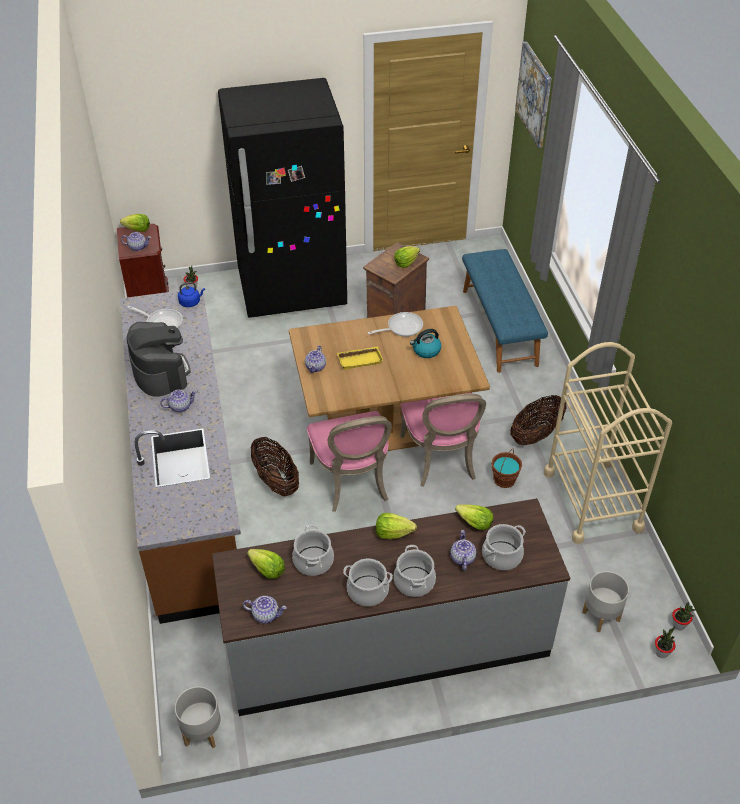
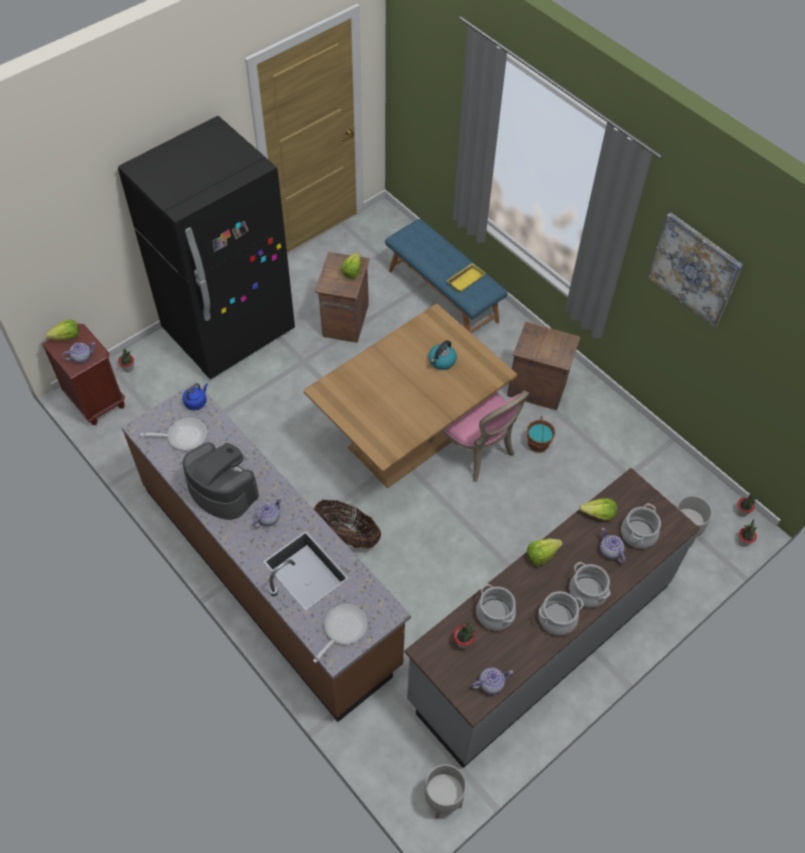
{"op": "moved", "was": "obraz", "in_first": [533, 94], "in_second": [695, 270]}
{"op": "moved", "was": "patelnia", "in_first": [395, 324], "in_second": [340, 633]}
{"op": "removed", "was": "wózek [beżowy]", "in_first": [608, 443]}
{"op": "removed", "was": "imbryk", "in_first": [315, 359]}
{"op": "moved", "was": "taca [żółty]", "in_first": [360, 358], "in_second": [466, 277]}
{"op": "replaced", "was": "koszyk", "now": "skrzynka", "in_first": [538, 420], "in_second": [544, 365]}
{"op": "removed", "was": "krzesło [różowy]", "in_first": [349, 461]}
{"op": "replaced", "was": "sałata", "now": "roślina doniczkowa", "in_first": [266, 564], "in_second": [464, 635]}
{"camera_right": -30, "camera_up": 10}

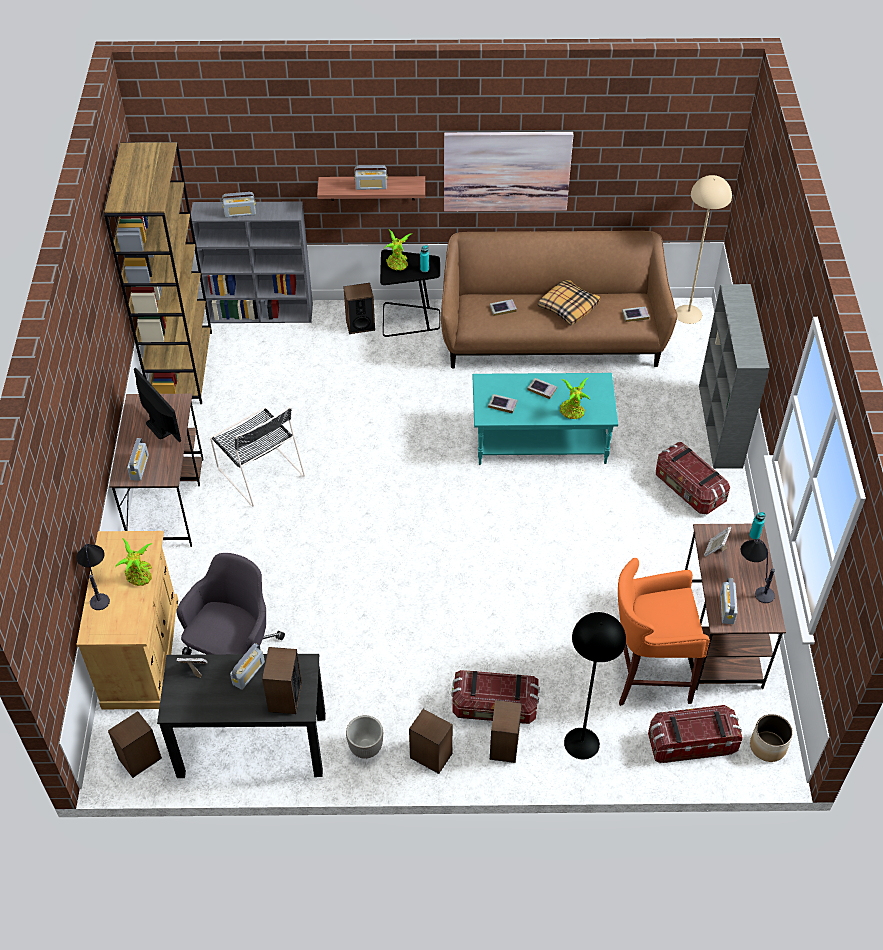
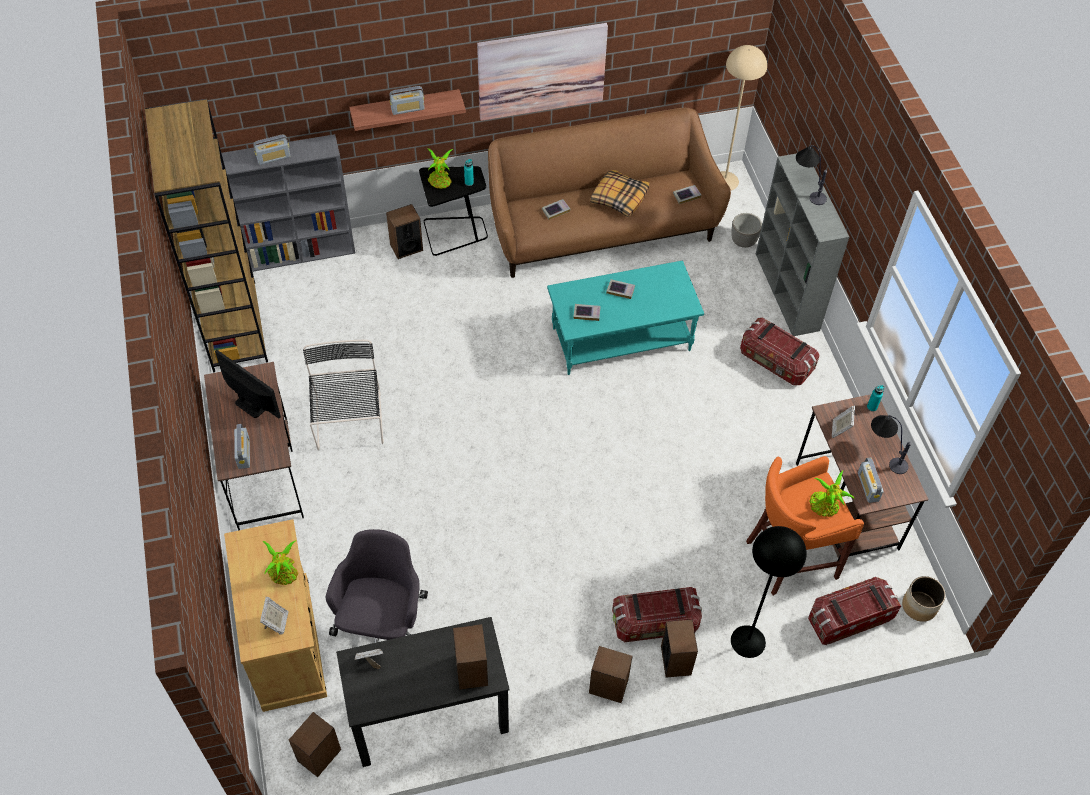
{"op": "moved", "was": "roślina doniczkowa", "in_first": [575, 398], "in_second": [832, 493]}
{"op": "turned", "was": "krzesło [czarny]", "in_first": [257, 456], "in_second": [343, 395], "clockwise": -135}
{"op": "moved", "was": "lampa stołowa", "in_first": [93, 576], "in_second": [811, 175]}
{"op": "removed", "was": "radio", "in_first": [247, 666]}
{"op": "moved", "was": "donica", "in_first": [364, 737], "in_second": [746, 230]}
{"op": "added", "now": "ramka na zdjęcie", "in_second": [274, 616]}
{"camera_right": -15, "camera_up": 5}

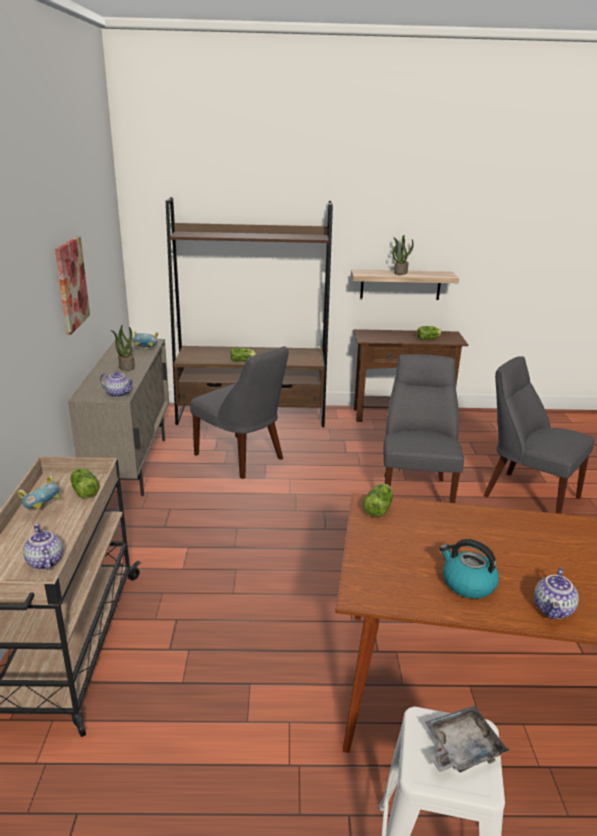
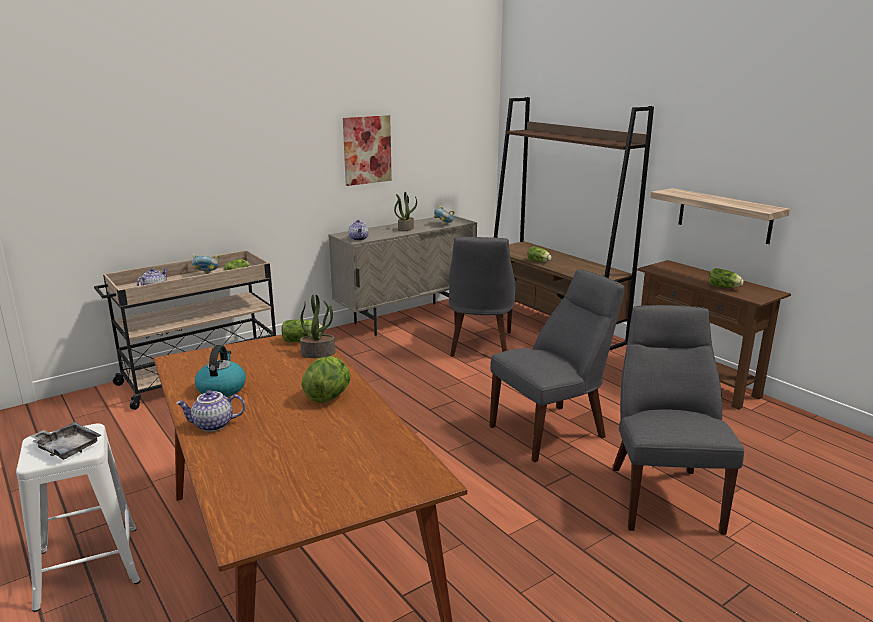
{"op": "moved", "was": "roślina doniczkowa", "in_first": [403, 255], "in_second": [317, 326]}
{"op": "added", "now": "sałata", "in_second": [326, 379]}
{"camera_right": 55, "camera_up": -5}

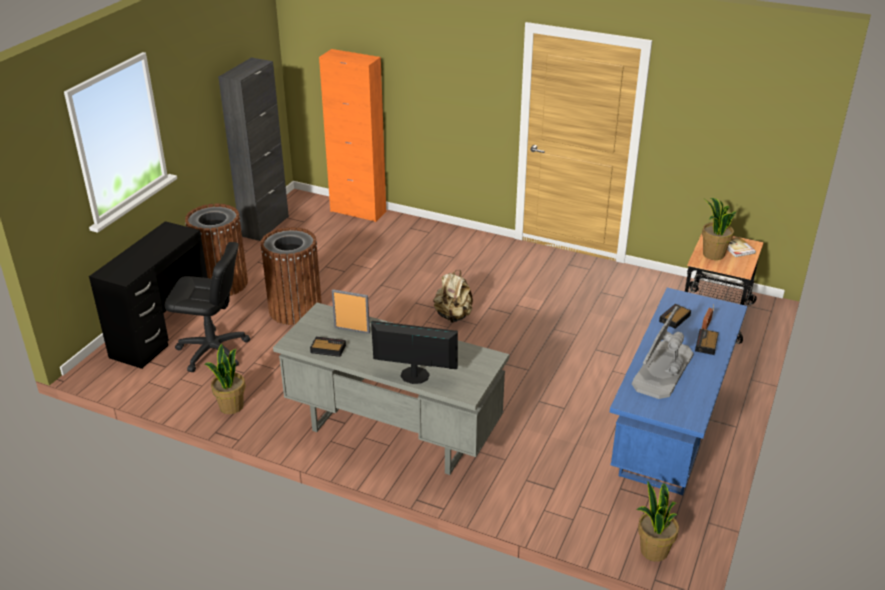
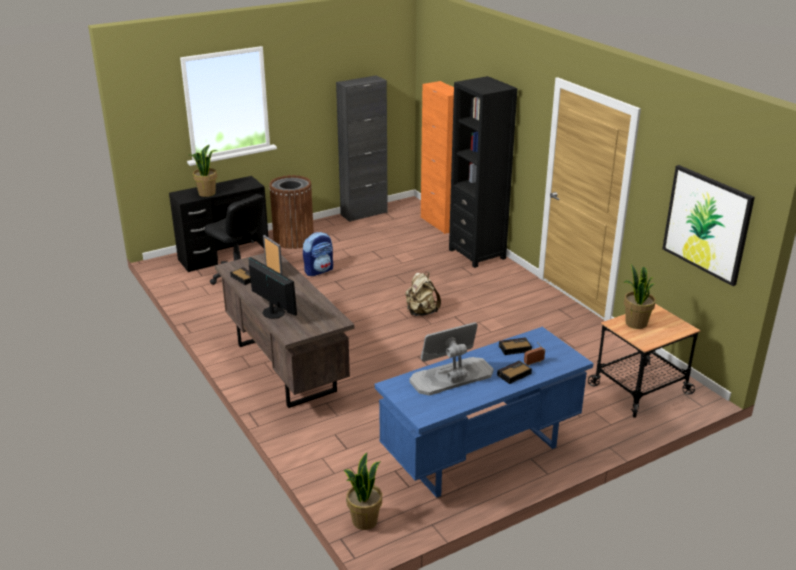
{"op": "replaced", "was": "kosz na śmieci [brązowy]", "now": "plecak", "in_first": [291, 276], "in_second": [318, 254]}
{"op": "removed", "was": "książka", "in_first": [741, 247]}
{"op": "recoloured", "was": "biurko [szary]", "now": "biurko [brązowy]", "in_first": [391, 389], "in_second": [284, 330]}
{"op": "moved", "was": "roślina doniczkowa", "in_first": [224, 379], "in_second": [203, 171]}
{"op": "added", "now": "regał [czarny]", "in_second": [483, 172]}
{"op": "added", "now": "obraz", "in_second": [708, 225]}
{"camera_right": 35, "camera_up": -5}

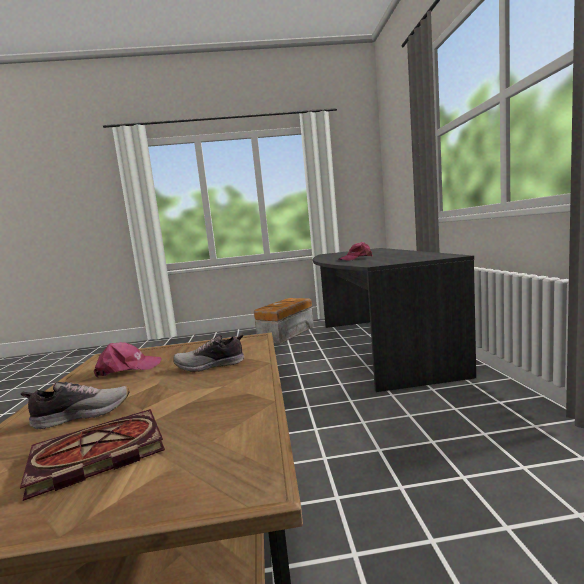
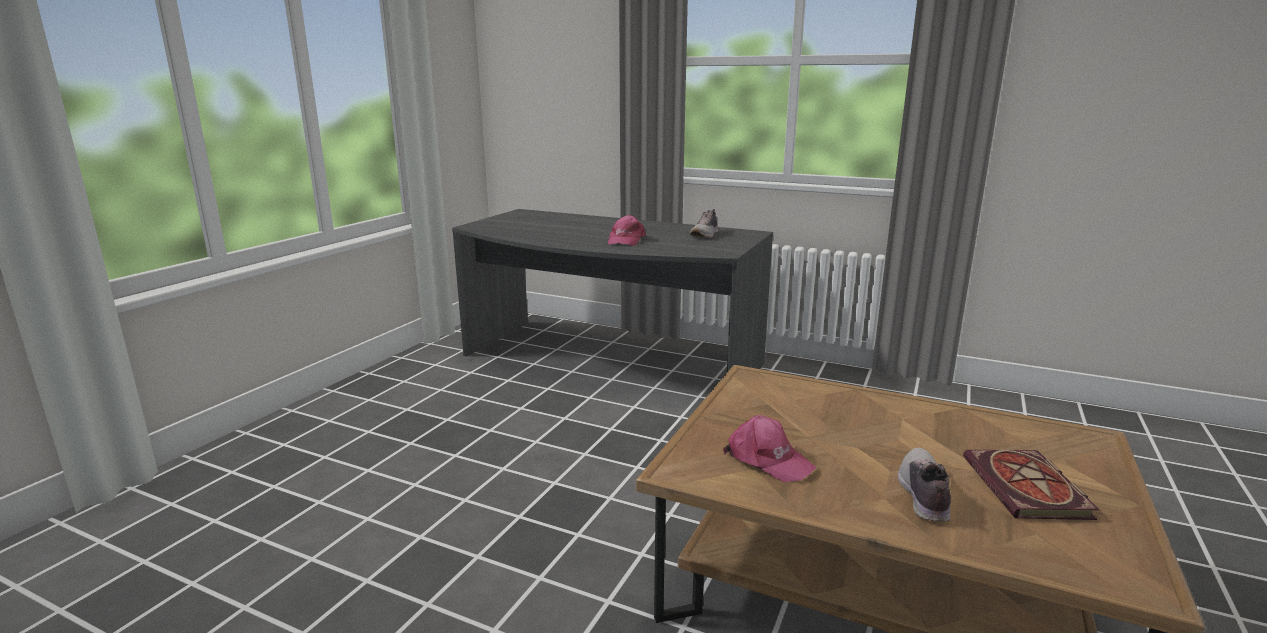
{"op": "removed", "was": "pojemnik do przechowywania", "in_first": [284, 321]}
{"op": "moved", "was": "but", "in_first": [208, 353], "in_second": [704, 223]}
{"op": "turned", "was": "czapka z daszkiem [różowy]", "in_first": [127, 360], "in_second": [770, 448], "clockwise": 120}
{"camera_right": -60, "camera_up": 10}

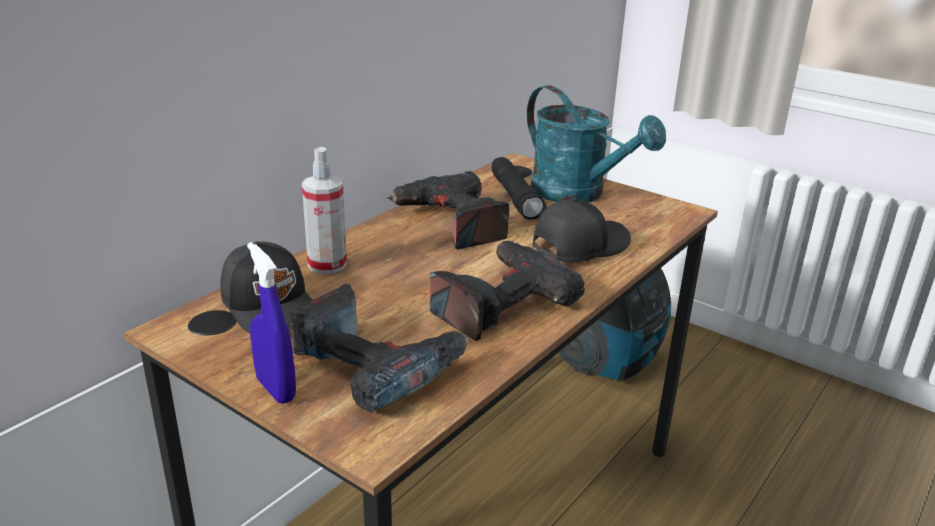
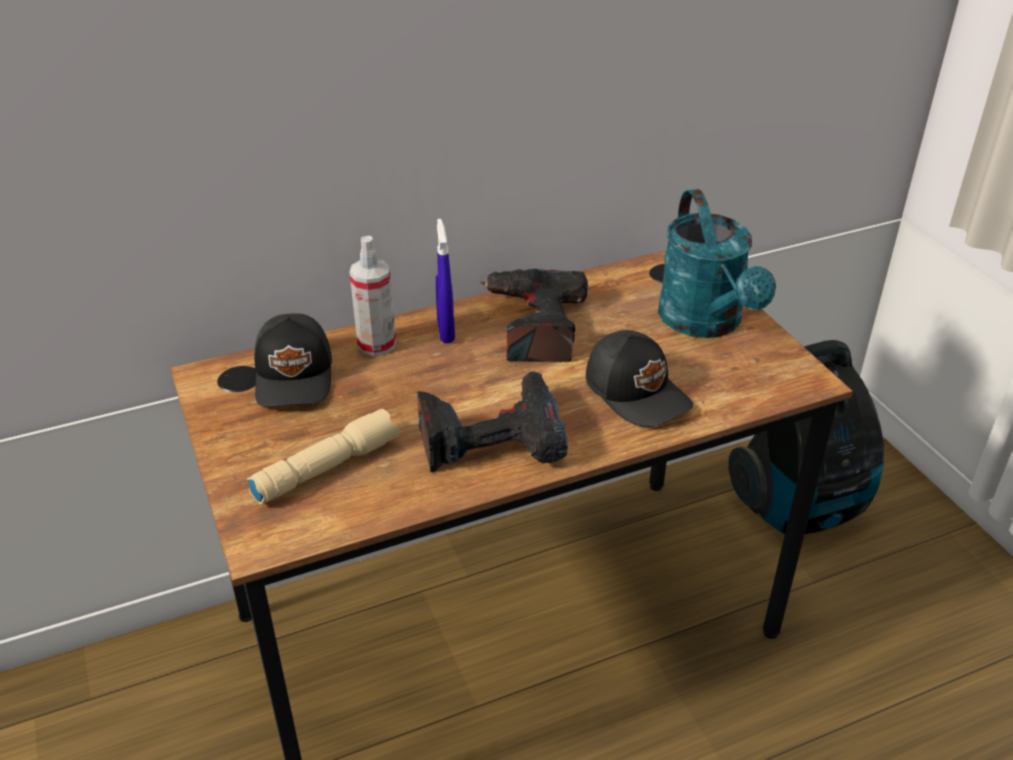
{"op": "removed", "was": "latarka [czarny]", "in_first": [519, 188]}
{"op": "turned", "was": "czapka z daszkiem [czarny]", "in_first": [582, 230], "in_second": [639, 378], "clockwise": 60}
{"op": "moved", "was": "spryskiwacz [niebieski]", "in_first": [271, 323], "in_second": [445, 281]}
{"op": "replaced", "was": "wiertarka", "now": "latarka [beżowy]", "in_first": [379, 348], "in_second": [323, 456]}
{"camera_right": 30, "camera_up": 10}

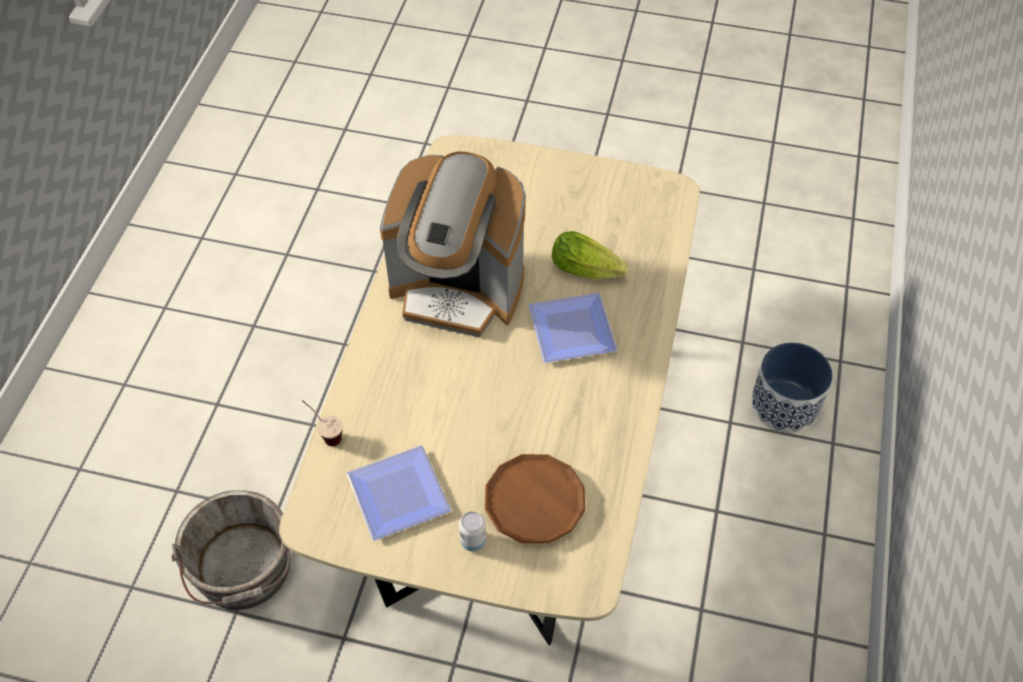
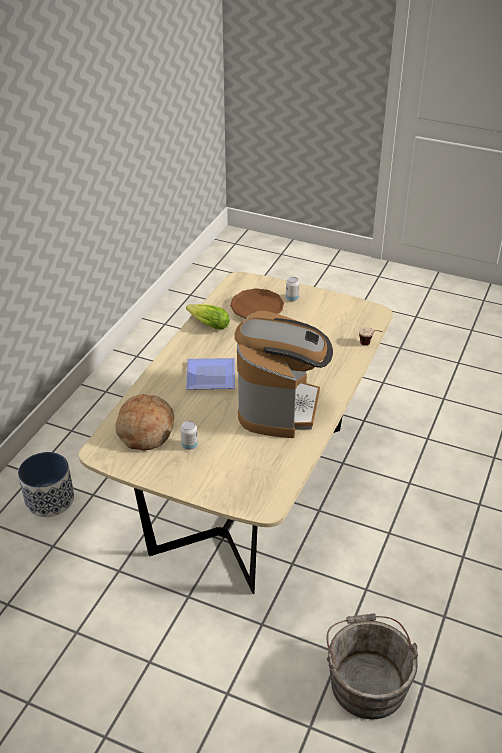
{"op": "turned", "was": "ekspres do kawy", "in_first": [453, 244], "in_second": [283, 374], "clockwise": 75}
{"op": "moved", "was": "sałata", "in_first": [589, 255], "in_second": [208, 316]}
{"op": "removed", "was": "talerz", "in_first": [399, 493]}
{"op": "moved", "was": "wiadro [szary]", "in_first": [230, 550], "in_second": [372, 666]}
{"op": "added", "now": "chleb", "in_second": [144, 422]}
{"op": "added", "now": "puszka", "in_second": [189, 435]}
{"camera_right": -170, "camera_up": -15}

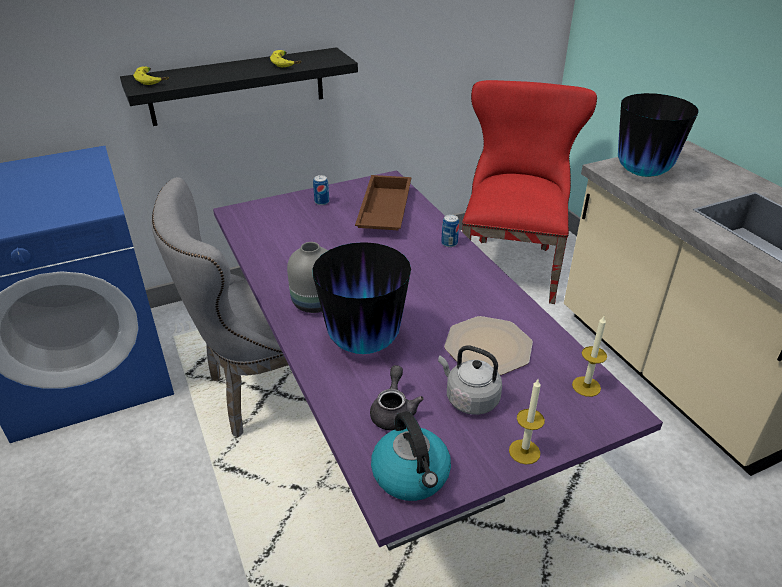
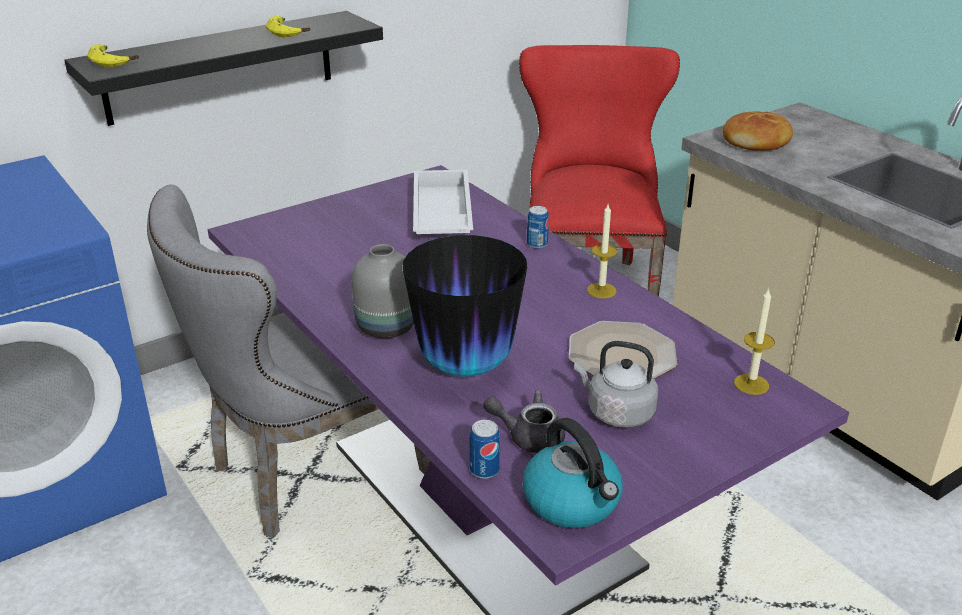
{"op": "replaced", "was": "wazon", "now": "chleb", "in_first": [658, 135], "in_second": [757, 131]}
{"op": "moved", "was": "puszka", "in_first": [321, 190], "in_second": [485, 449]}
{"op": "recoloured", "was": "taca [brązowy]", "now": "taca [biały]", "in_first": [383, 202], "in_second": [443, 202]}
{"op": "turned", "was": "imbryk [szary]", "in_first": [397, 398], "in_second": [524, 421], "clockwise": -75}
{"op": "moved", "was": "świeca", "in_first": [527, 422], "in_second": [602, 251]}
{"camera_right": -10, "camera_up": -5}

